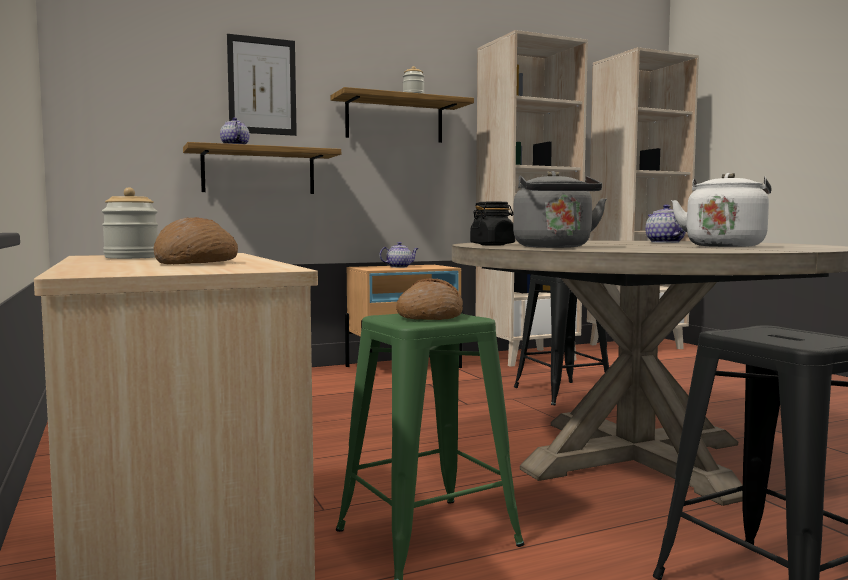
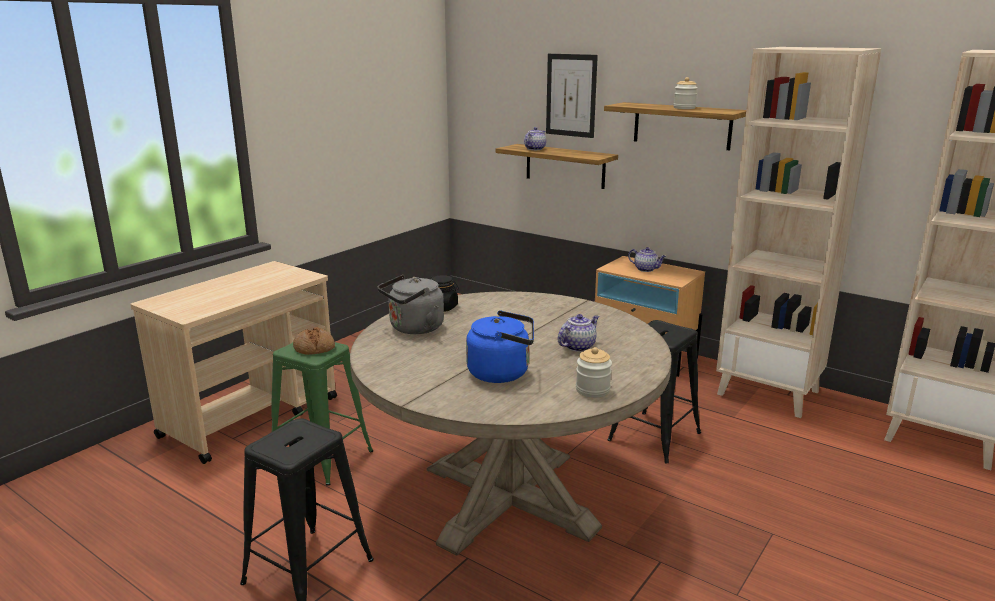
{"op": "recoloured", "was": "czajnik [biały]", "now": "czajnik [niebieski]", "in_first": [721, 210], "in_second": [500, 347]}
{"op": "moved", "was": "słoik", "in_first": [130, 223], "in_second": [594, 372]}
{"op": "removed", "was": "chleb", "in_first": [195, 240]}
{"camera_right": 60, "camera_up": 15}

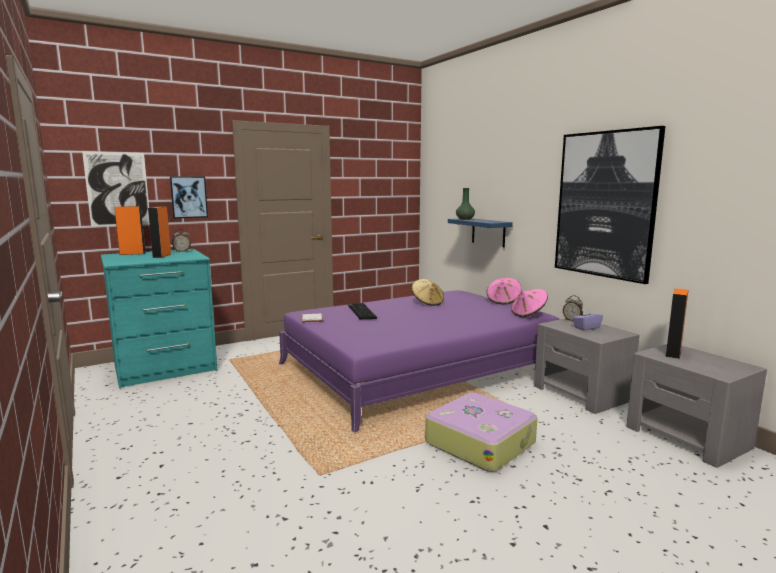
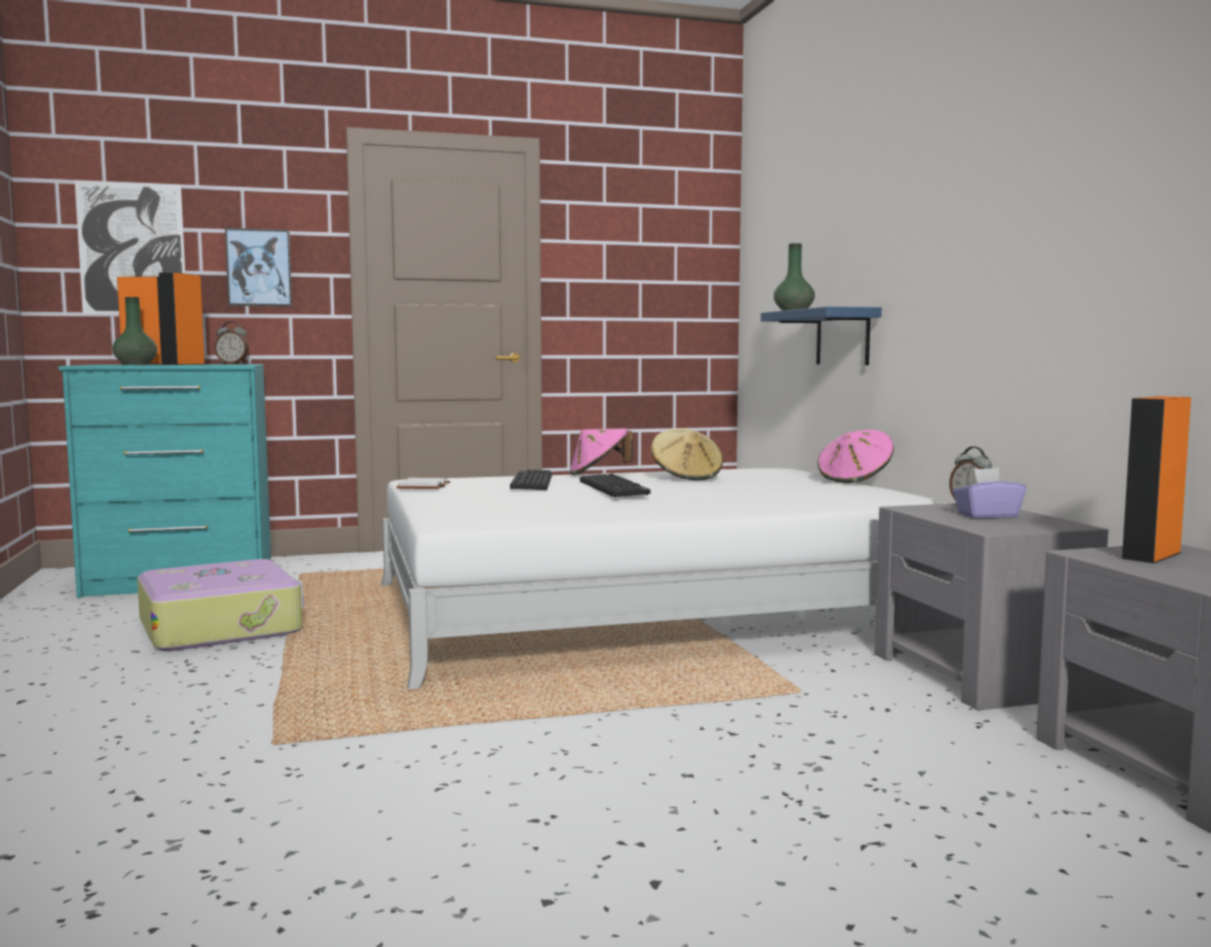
{"op": "removed", "was": "obraz", "in_first": [610, 205]}
{"op": "moved", "was": "kapelusz [różowy]", "in_first": [529, 303], "in_second": [601, 451]}
{"op": "recoloured", "was": "łóżko [fioletowy]", "now": "łóżko [biały]", "in_first": [419, 361], "in_second": [663, 578]}
{"op": "moved", "was": "walizka", "in_first": [481, 432], "in_second": [220, 605]}
{"op": "added", "now": "wazon [zielony]", "in_second": [134, 331]}
{"op": "added", "now": "klawiatura", "in_second": [615, 485]}
{"camera_right": 15, "camera_up": -5}

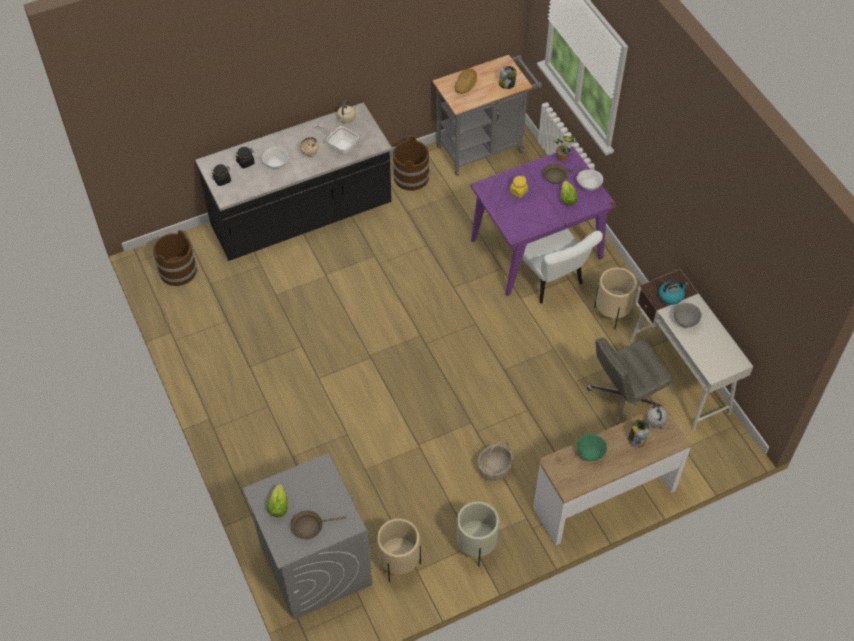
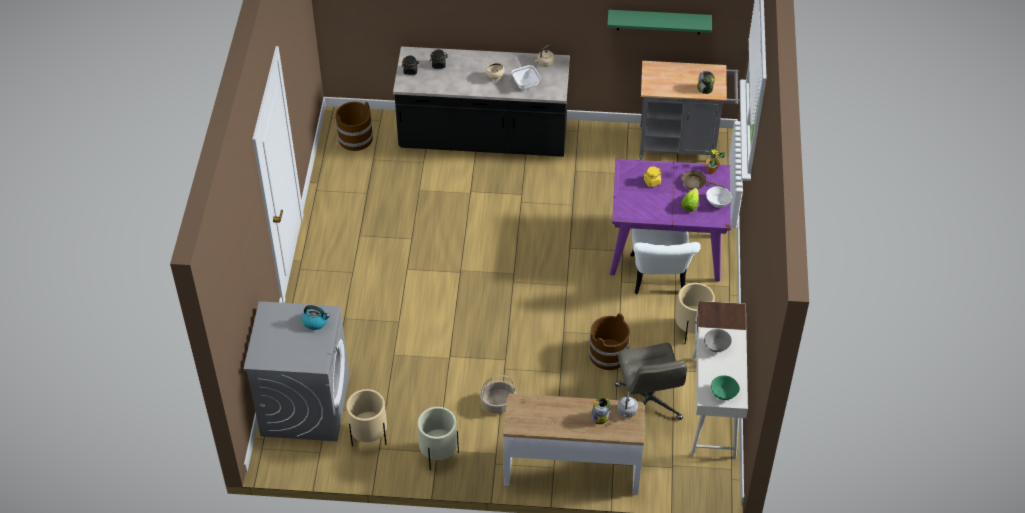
{"op": "removed", "was": "chleb", "in_first": [465, 81]}
{"op": "moved", "was": "wiadro [brązowy]", "in_first": [411, 163], "in_second": [609, 341]}
{"op": "removed", "was": "miska [biały]", "in_first": [275, 158]}
{"op": "moved", "was": "czajnik", "in_first": [674, 292], "in_second": [316, 317]}
{"op": "turned", "was": "krzesło biurowe [szary]", "in_first": [630, 382], "in_second": [651, 381], "clockwise": -105}
{"op": "moved", "was": "miska [zielony]", "in_first": [592, 447], "in_second": [725, 387]}
{"op": "removed", "was": "sałata", "in_first": [277, 500]}
{"op": "removed", "was": "patelnia [brązowy]", "in_first": [318, 524]}
{"op": "added", "now": "półka [zielony]", "in_second": [659, 22]}
{"camera_right": 30, "camera_up": -5}

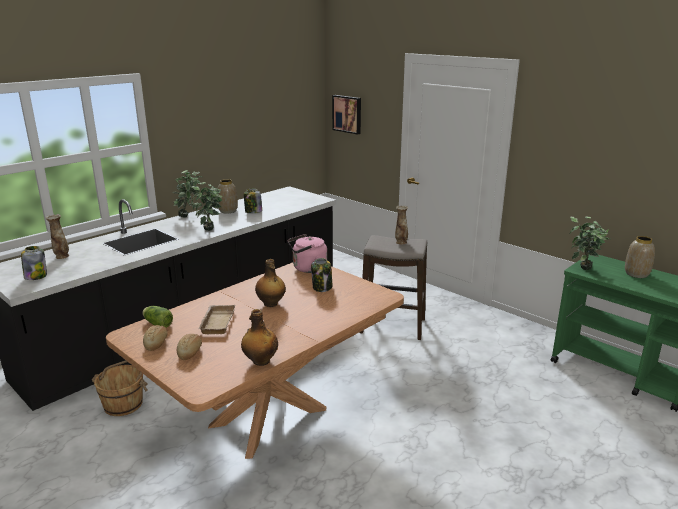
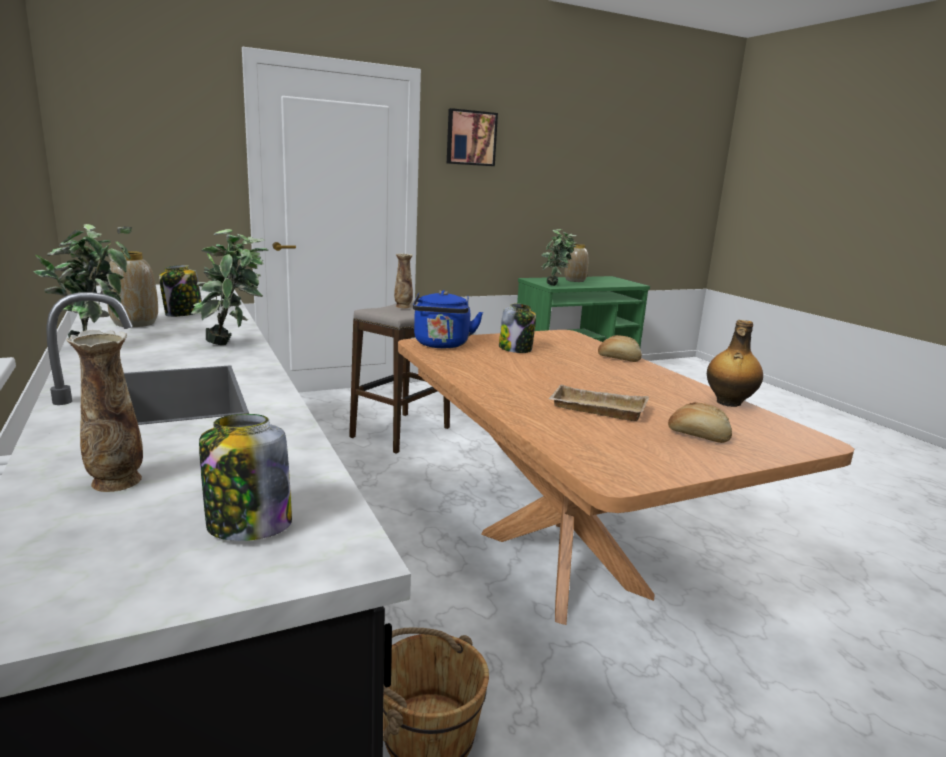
{"op": "moved", "was": "obraz", "in_first": [346, 115], "in_second": [472, 137]}
{"op": "recoloured", "was": "czajnik [różowy]", "now": "czajnik [niebieski]", "in_first": [307, 253], "in_second": [448, 319]}
{"op": "removed", "was": "butelka", "in_first": [270, 283]}
{"op": "removed", "was": "sałata", "in_first": [158, 317]}
{"op": "moved", "was": "chleb", "in_first": [155, 338], "in_second": [620, 348]}
{"camera_right": -70, "camera_up": -5}

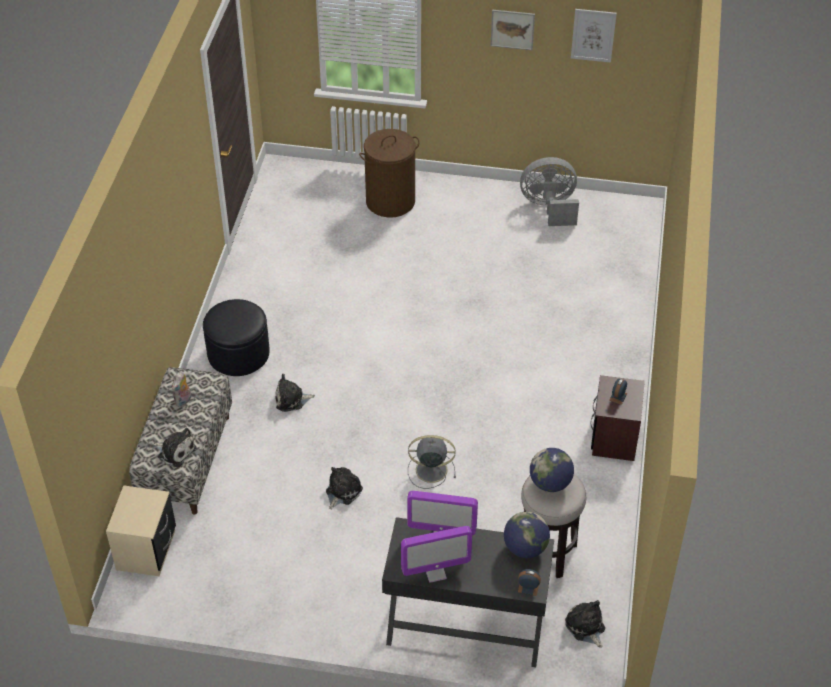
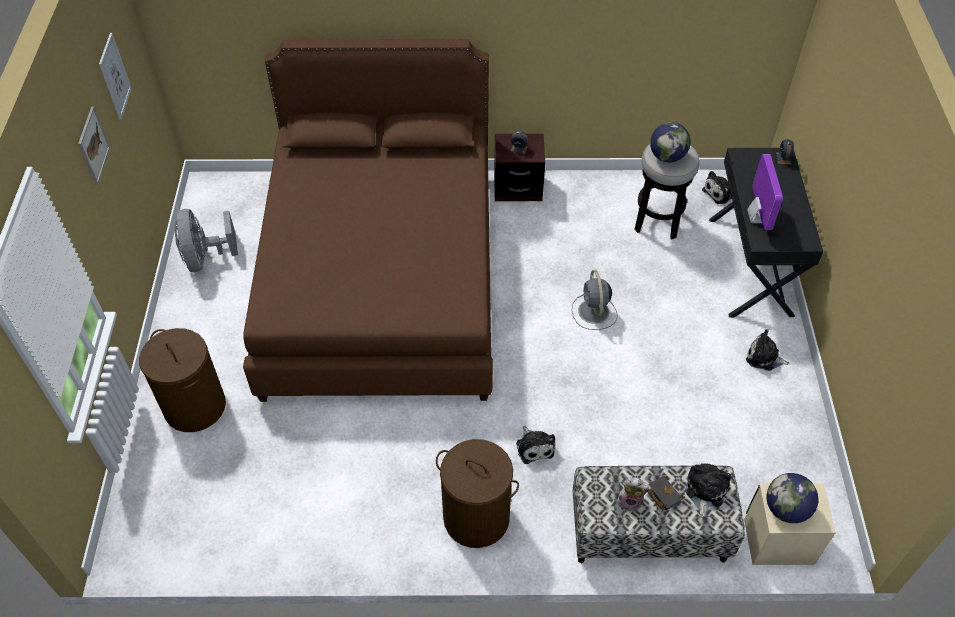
{"op": "replaced", "was": "pufa [czarny]", "now": "kosz na pranie [brązowy]", "in_first": [236, 337], "in_second": [477, 493]}
{"op": "moved", "was": "pluszak", "in_first": [344, 488], "in_second": [768, 350]}
{"op": "moved", "was": "globus", "in_first": [527, 535], "in_second": [792, 498]}
{"op": "removed", "was": "monitor", "in_first": [436, 554]}
{"op": "added", "now": "łóżko [brązowy]", "in_second": [368, 220]}
{"op": "added", "now": "książka [czarny]", "in_second": [666, 493]}
{"camera_right": -100, "camera_up": 5}

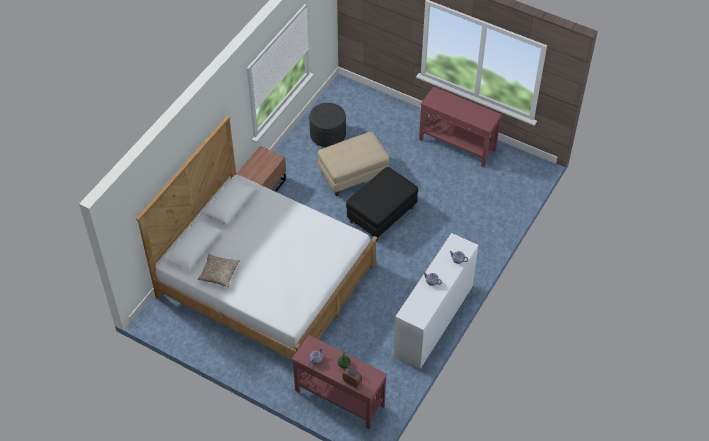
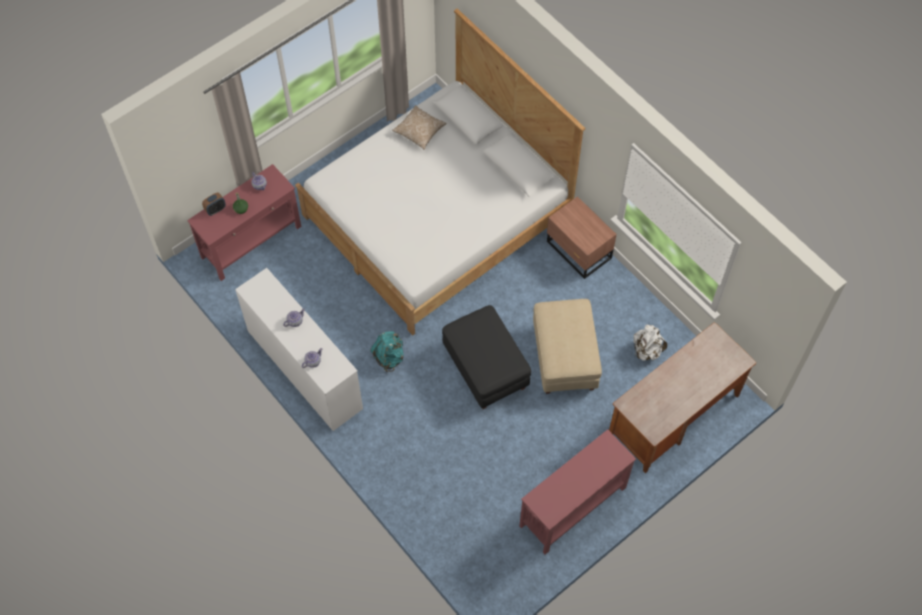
{"op": "replaced", "was": "pufa [szary]", "now": "plecak [biały]", "in_first": [327, 125], "in_second": [650, 342]}
{"op": "added", "now": "biurko", "in_second": [682, 398]}
{"op": "added", "now": "plecak [turkusowy]", "in_second": [387, 351]}
{"camera_right": 110, "camera_up": 10}

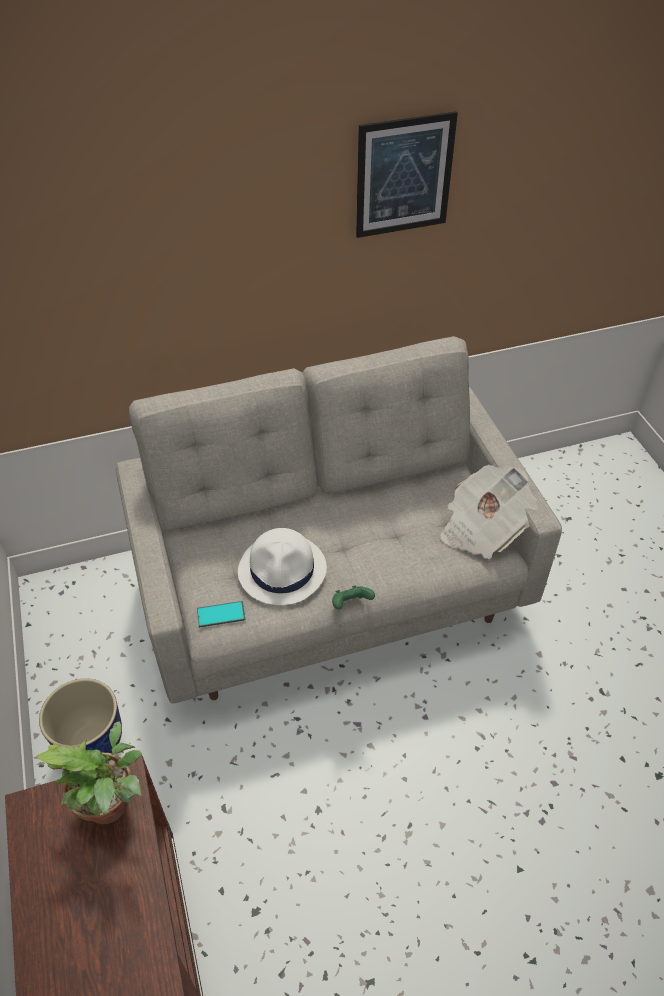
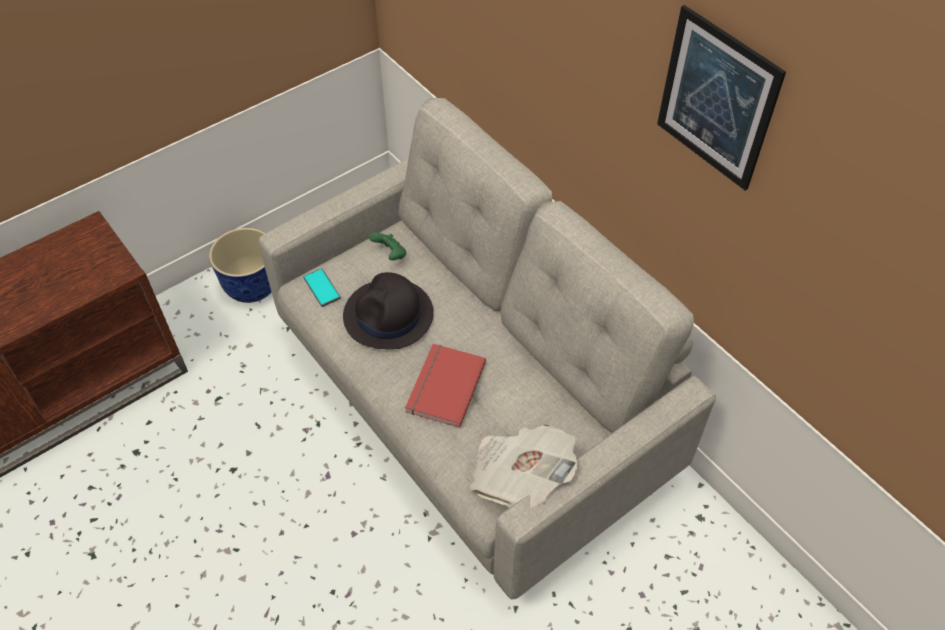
{"op": "recoloured", "was": "kapelusz [biały]", "now": "kapelusz [czarny]", "in_first": [282, 566], "in_second": [388, 310]}
{"op": "moved", "was": "pad do gier [zielony]", "in_first": [353, 597], "in_second": [388, 246]}
{"op": "removed", "was": "roślina doniczkowa", "in_first": [88, 772]}
{"op": "added", "now": "książka [czerwony]", "in_second": [445, 386]}
{"camera_right": 70, "camera_up": 5}

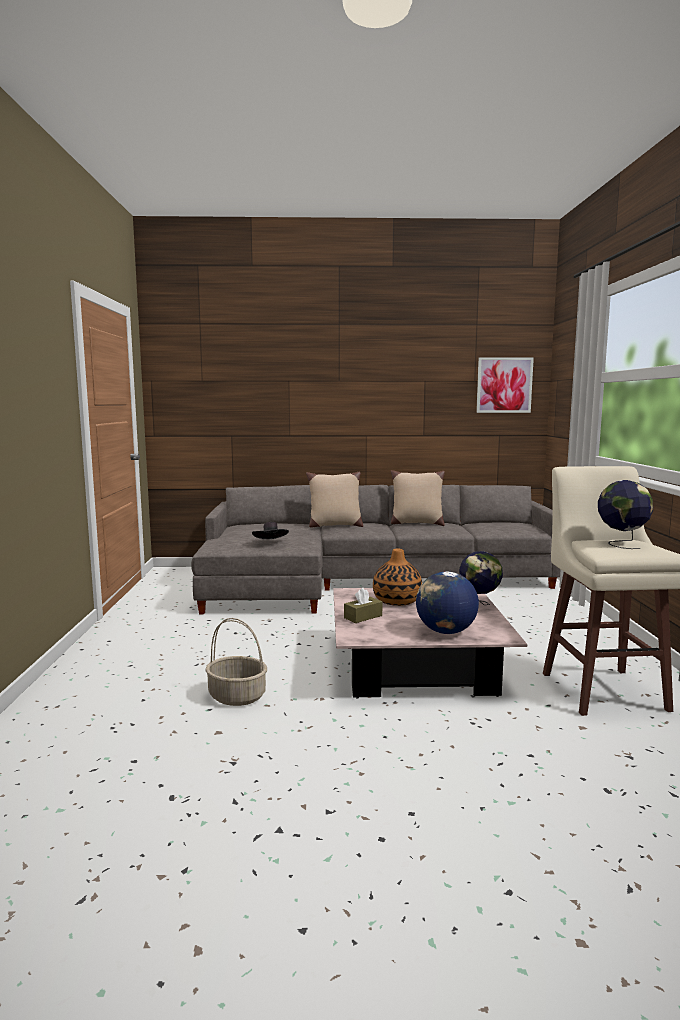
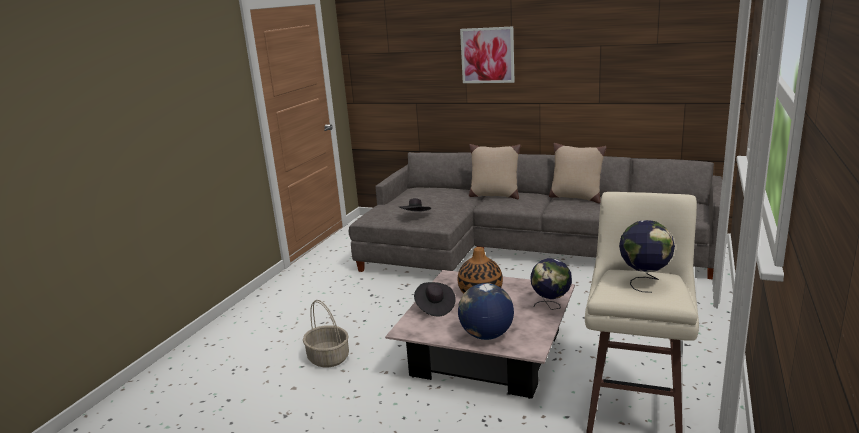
{"op": "moved", "was": "obraz", "in_first": [505, 385], "in_second": [487, 54]}
{"op": "replaced", "was": "pudełko chusteczek [brązowy]", "now": "kapelusz [czarny]", "in_first": [363, 605], "in_second": [435, 299]}
{"camera_right": 25, "camera_up": 10}

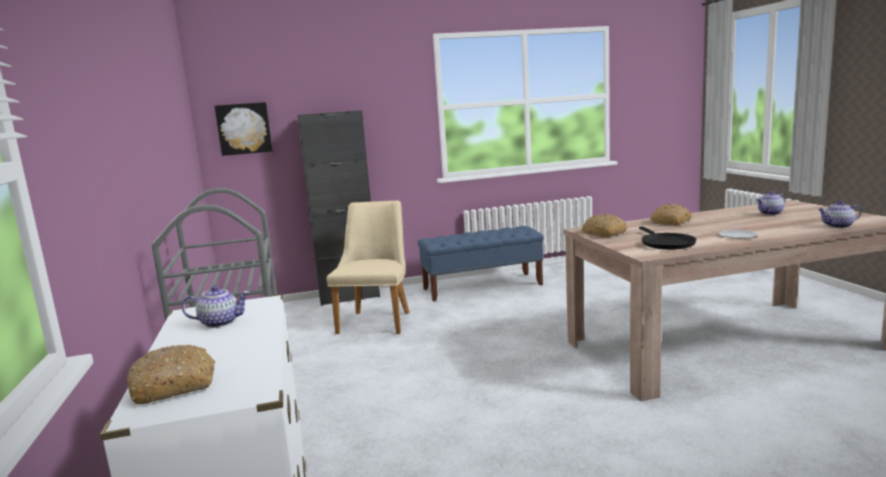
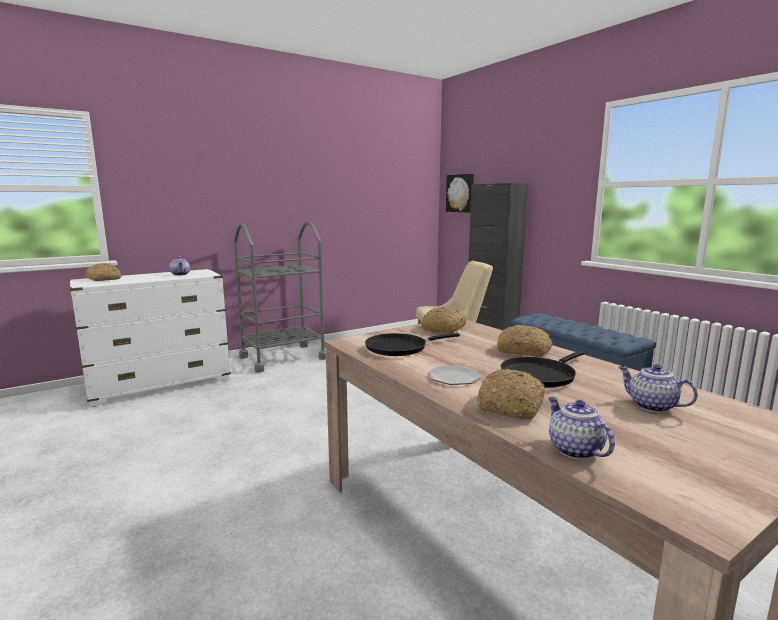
{"op": "added", "now": "patelnia [czarny]", "in_second": [543, 369]}
{"op": "added", "now": "chleb", "in_second": [511, 394]}
{"camera_right": 70, "camera_up": 0}

